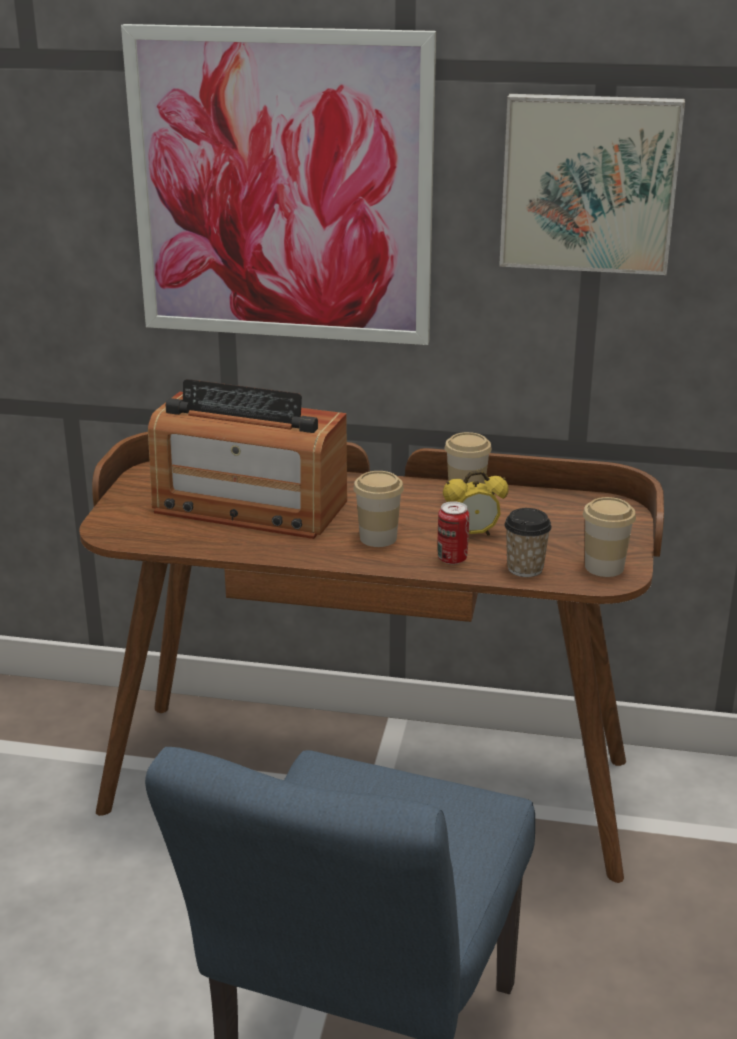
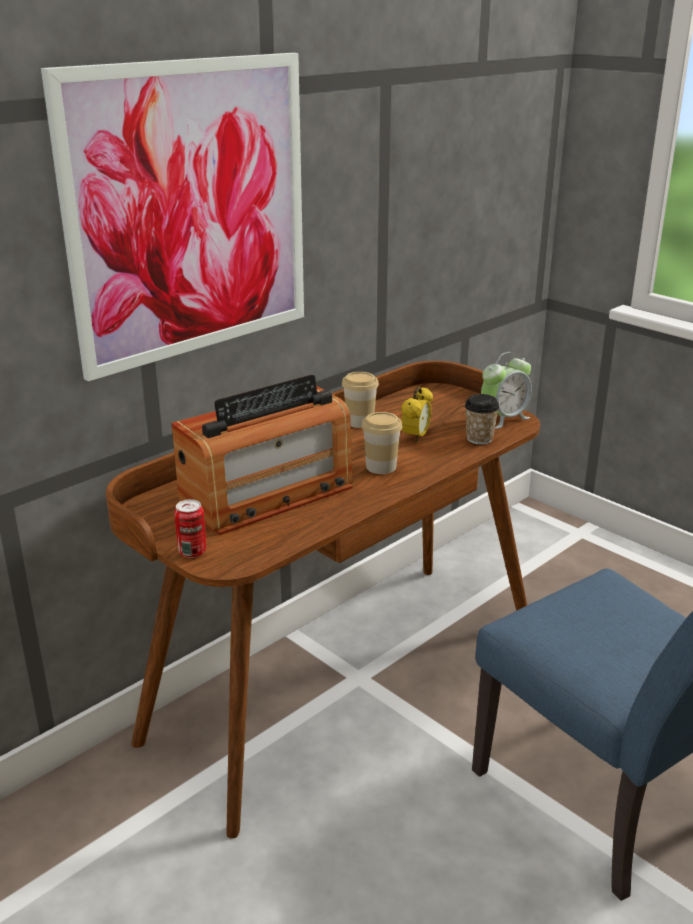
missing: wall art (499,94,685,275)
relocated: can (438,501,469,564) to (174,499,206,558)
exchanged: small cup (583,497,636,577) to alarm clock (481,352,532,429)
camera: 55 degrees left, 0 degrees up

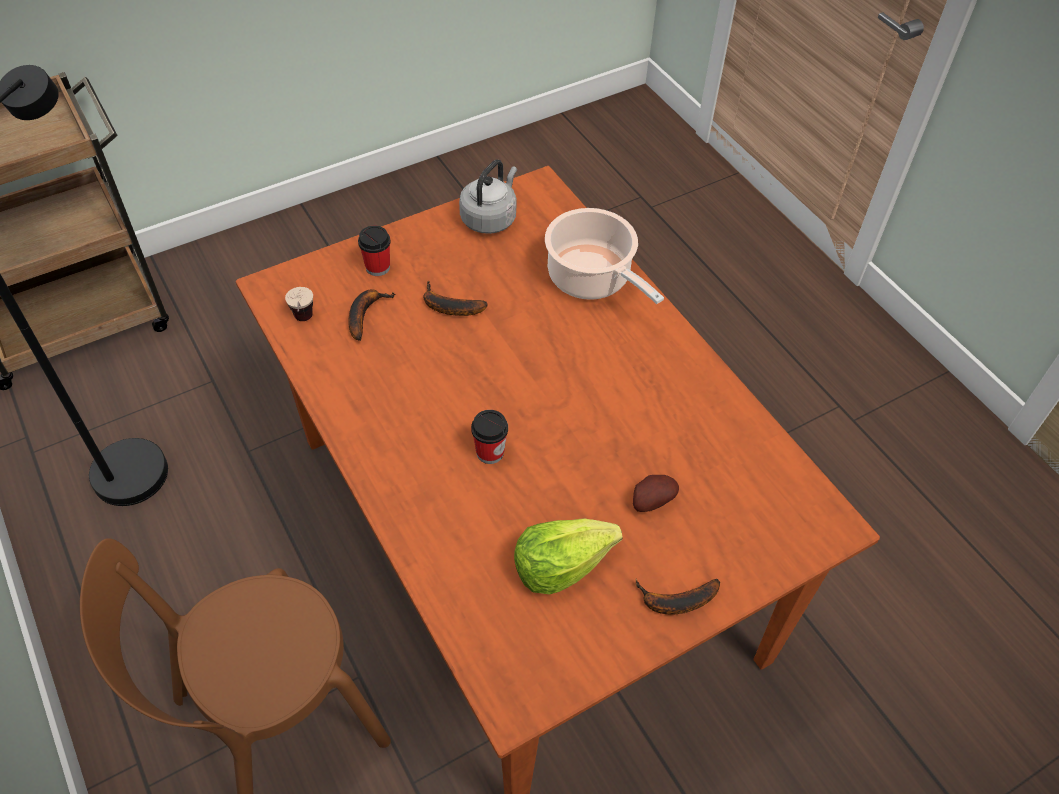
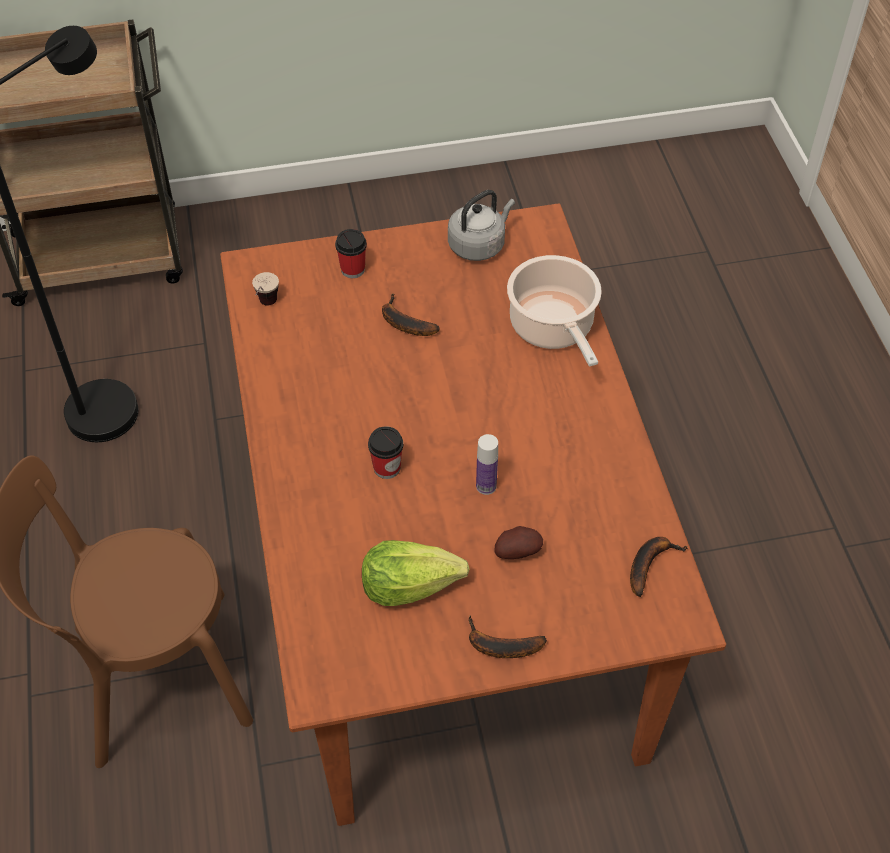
appeared: bottle (476,434,498,495)
relocated: whole banana (349,289,395,341) to (630,537,688,597)
camera: 20 degrees right, 0 degrees up

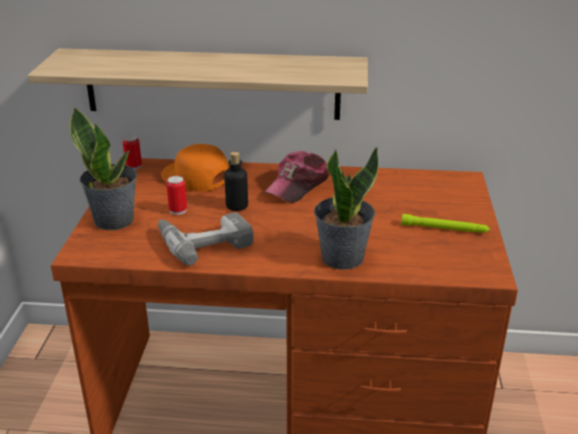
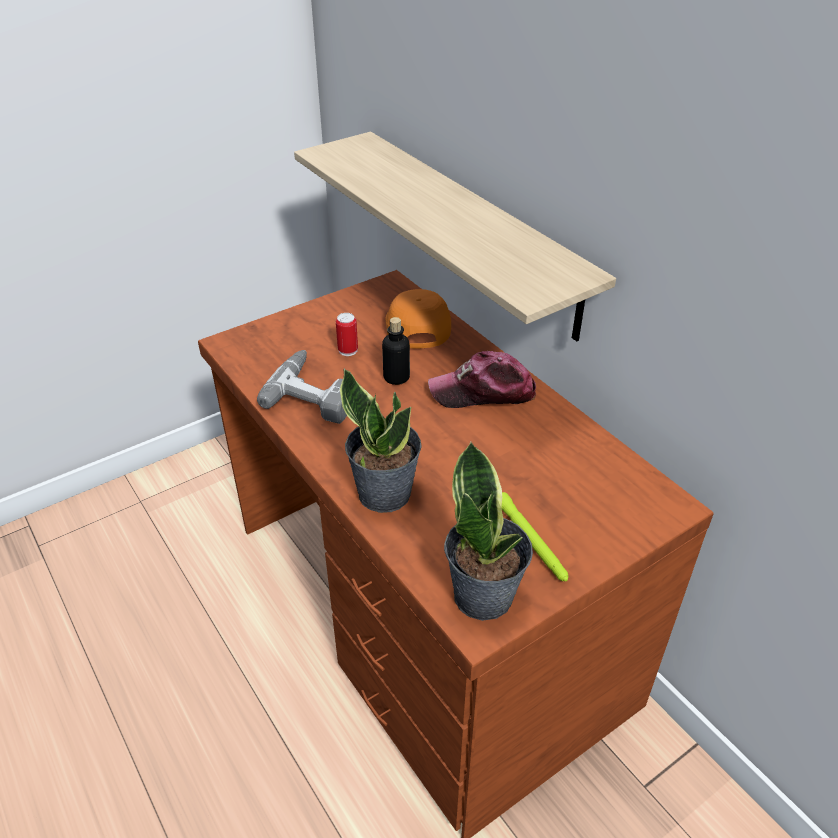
missing: can (122,135,142,170)
relocated: plant in a pot (70,107,137,230) to (444,441,533,621)
camera: 50 degrees right, 10 degrees up

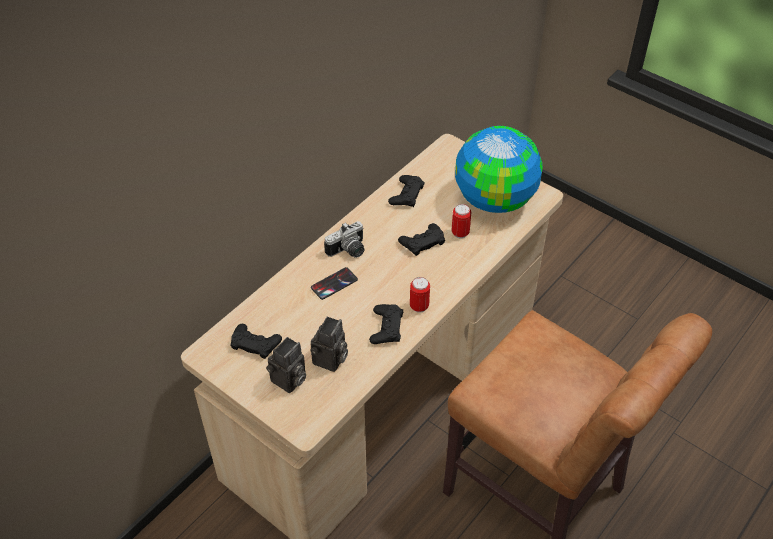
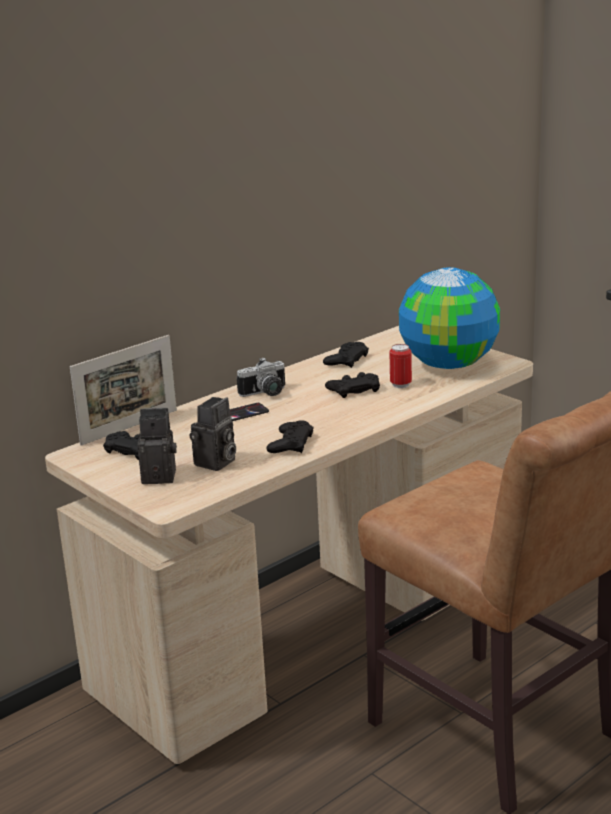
missing: can (410,277,430,313)
appeared: photo frame (70,335,177,446)
spun: photo camera (266,337,306,393) = (137,408,177,484) 135 degrees counterclockwise
camera: 10 degrees right, 25 degrees down

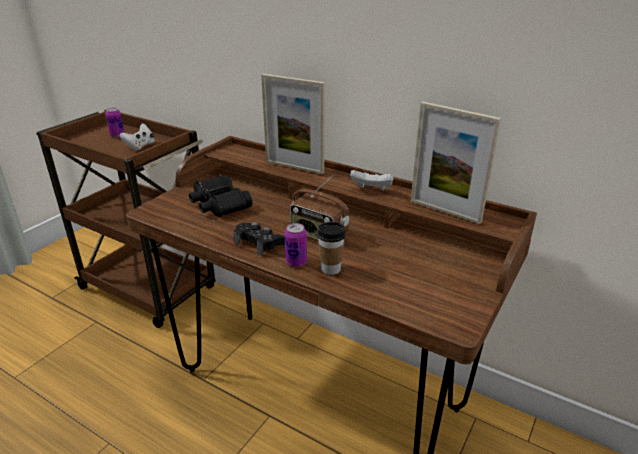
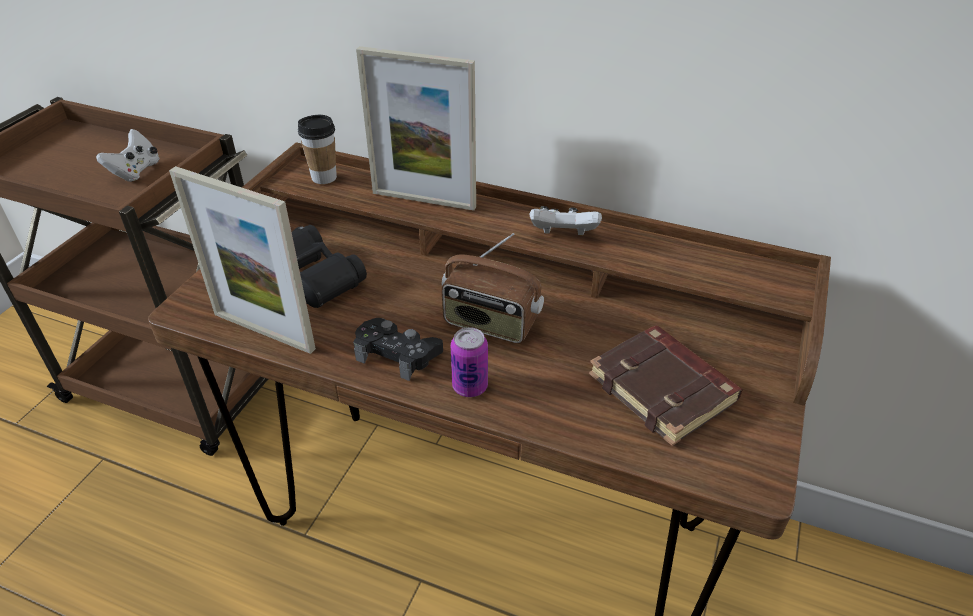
missing: can (105,108,125,138)
appeared: book (brown-coloured) (589,325,742,446)
relocated: photo frame (411,102,501,224) to (169,166,316,354); small cup (317,222,346,275) to (298,115,337,184)
camera: 10 degrees left, 10 degrees up

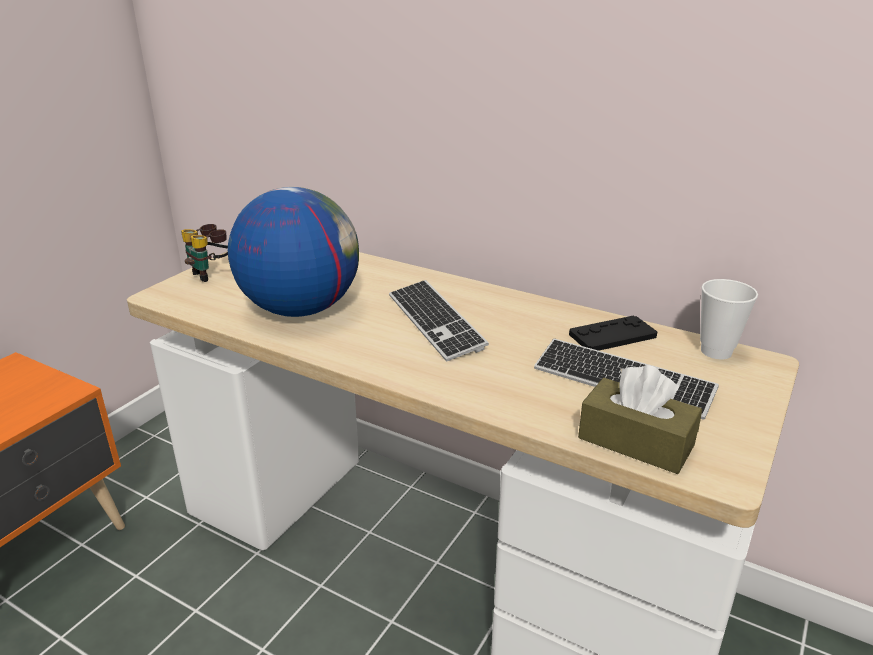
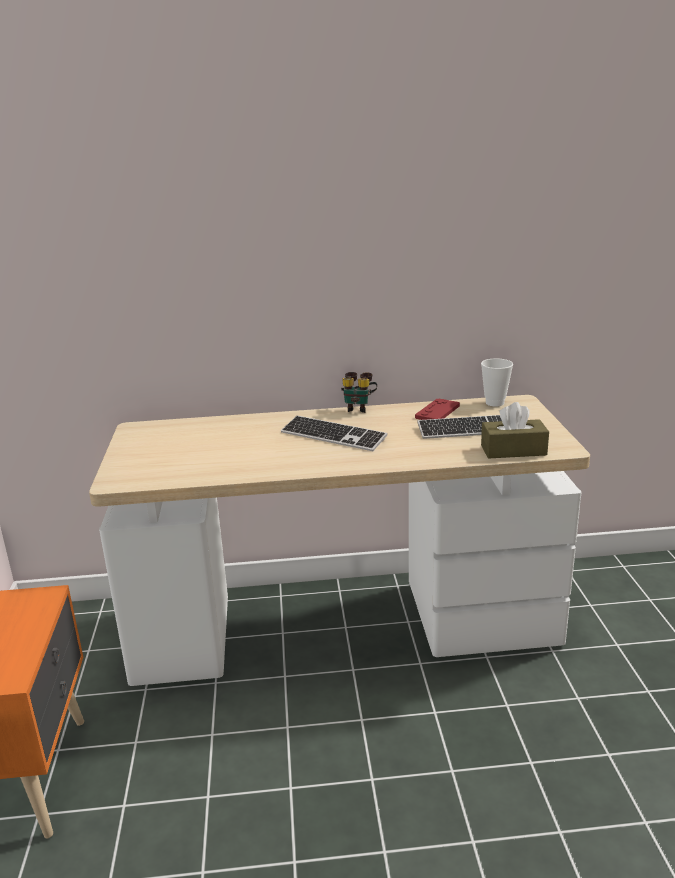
missing: world globe (228,187,359,317)
relocated: field glasses (181,224,228,282) to (341,372,377,413)
colour: game controller (black-coloured) (569,316,657,351) to game controller (reddish) (415,398,460,420)
camera: 35 degrees left, 5 degrees down

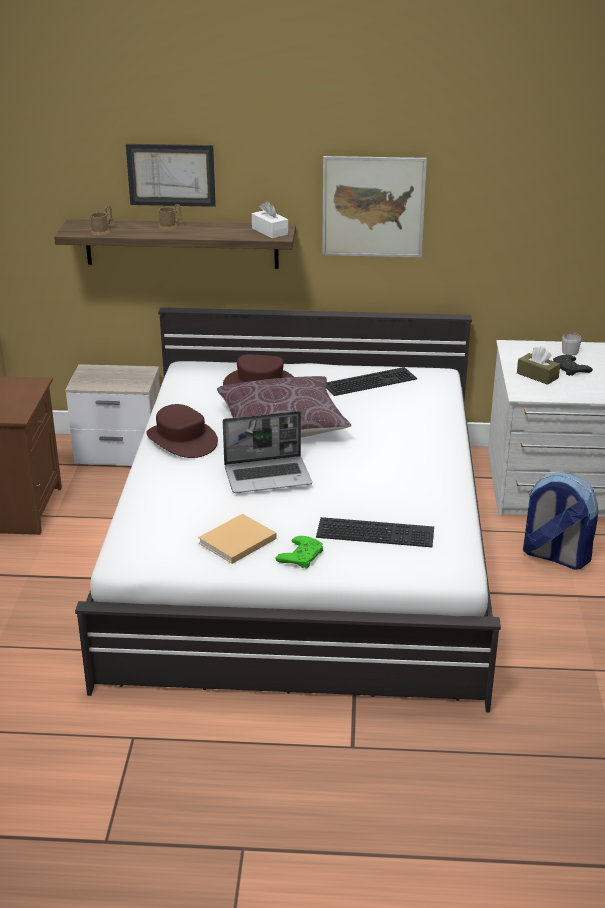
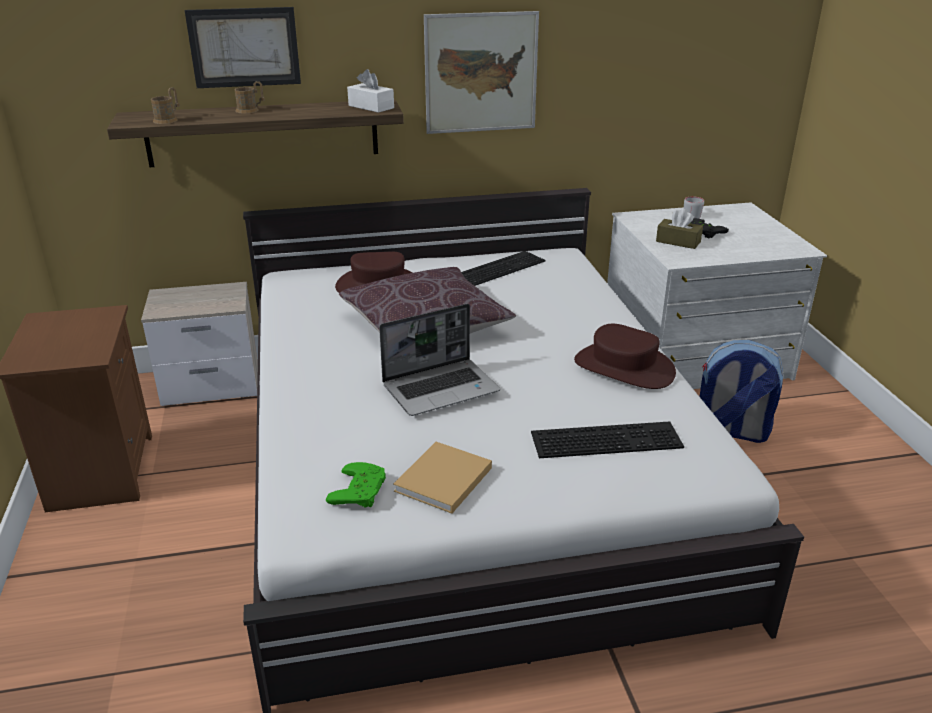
relocated: wearable hat (brown-coloured) (146,404,218,458) to (574,324,676,389); game controller (greenish) (275,536,323,569) to (326,462,386,508)
camera: 15 degrees left, 0 degrees up

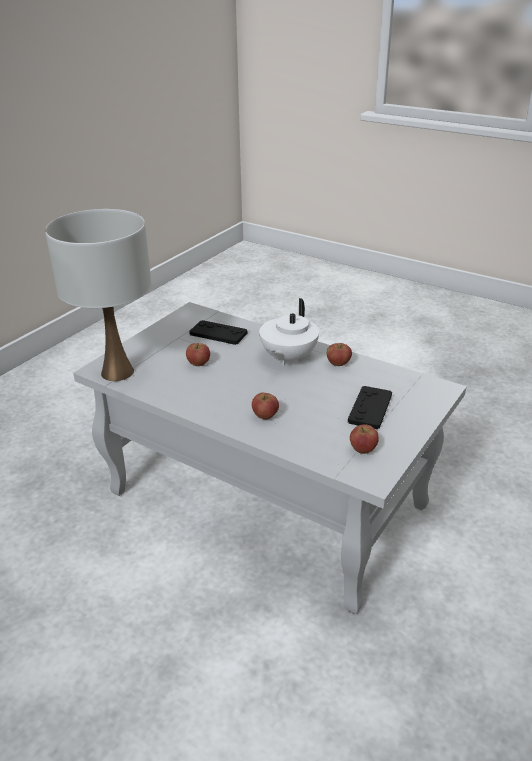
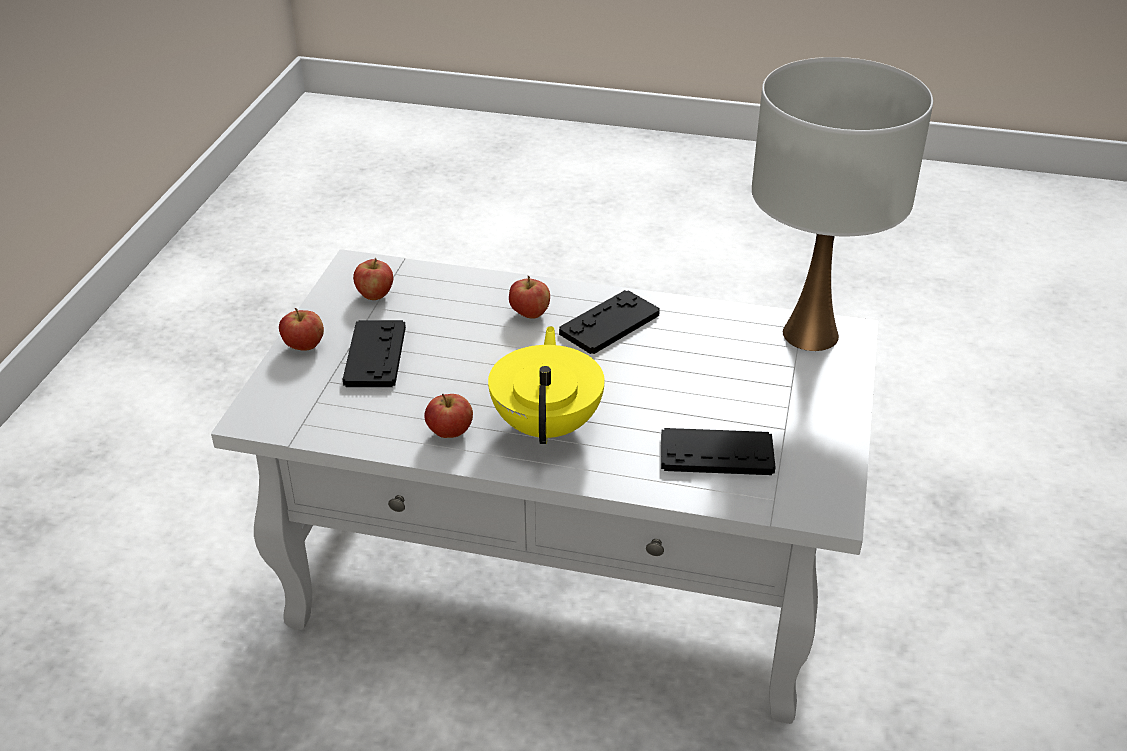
appeared: game controller (black-coloured) (559,290,660,354)
relocated: apple (186,343,210,366) to (279,308,324,351)
colour: pot for tea (white-coloured) (259,298,319,366) to pot for tea (yellow-coloured) (488,326,605,444)
camera: 160 degrees right, 5 degrees up

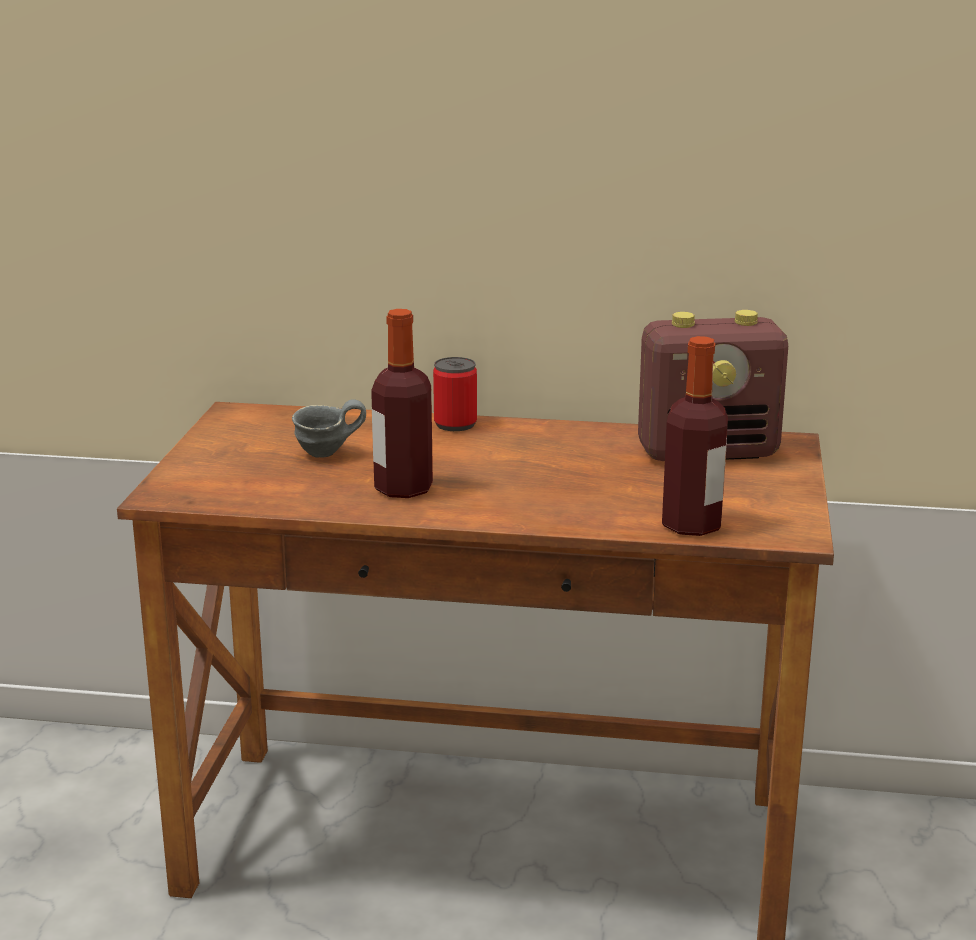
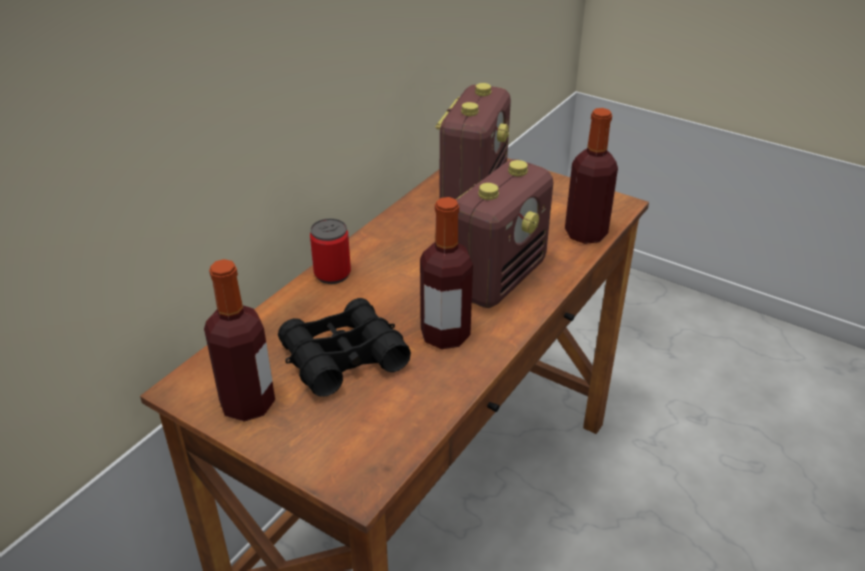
appeared: radio set (456,159,553,308); bottle (204,259,275,422)
exchanged: coffee mug (grey) (292,399,366,458) to field glasses (black-coloured) (278,298,411,397)
camera: 65 degrees left, 15 degrees up

